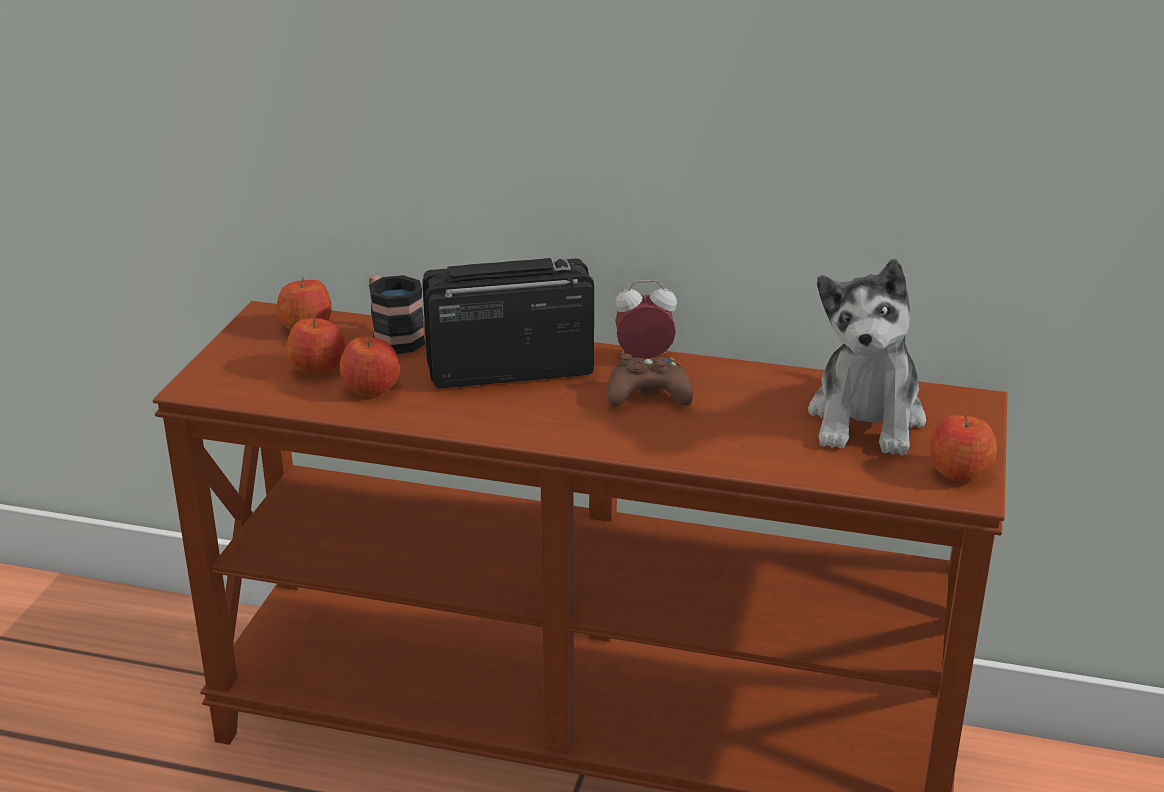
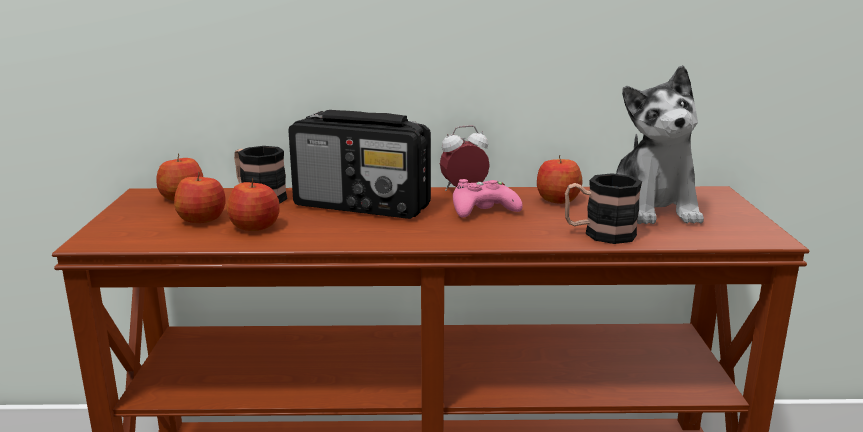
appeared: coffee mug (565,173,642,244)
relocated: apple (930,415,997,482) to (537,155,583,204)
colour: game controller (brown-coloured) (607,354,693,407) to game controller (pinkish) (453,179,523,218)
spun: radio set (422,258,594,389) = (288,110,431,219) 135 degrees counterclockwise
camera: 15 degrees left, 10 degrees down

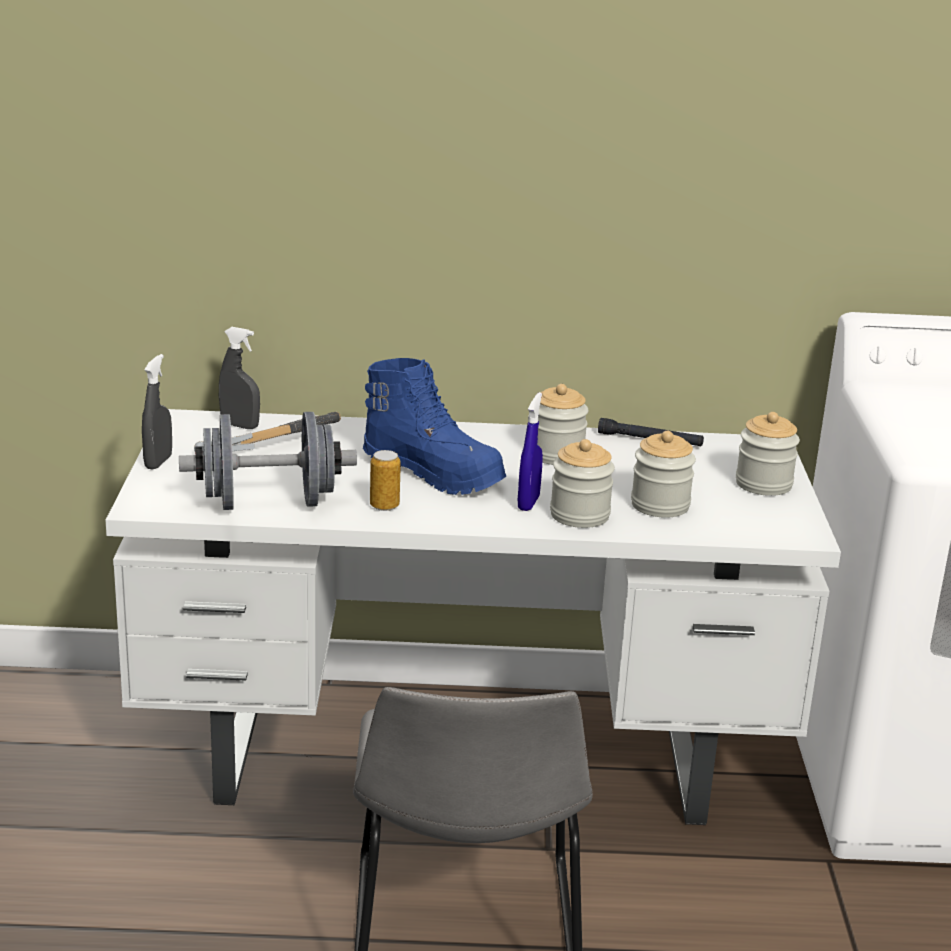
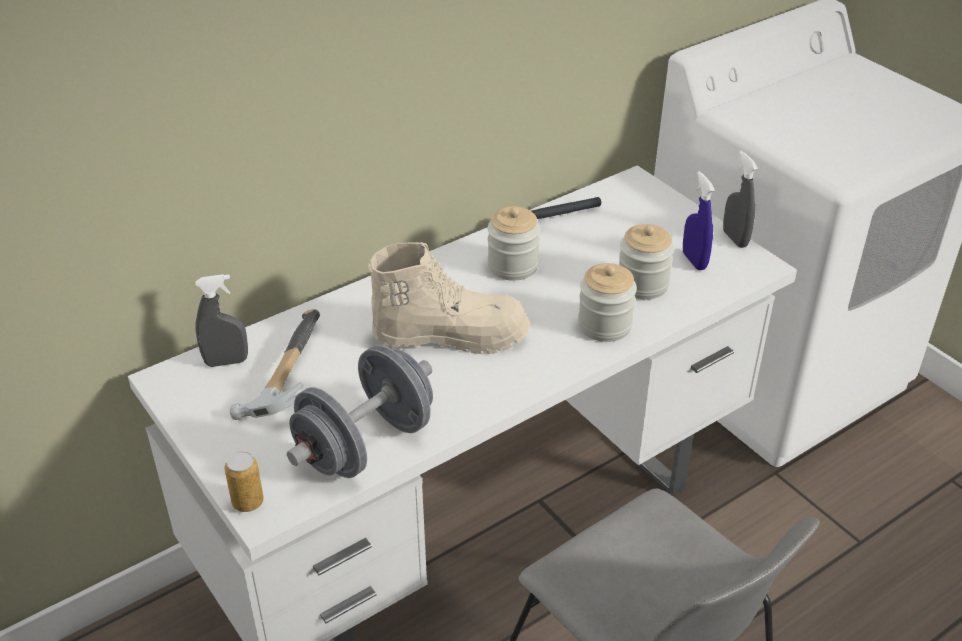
missing: jar (736,412,800,496)
relocated: spray bottle (grey) (142,354,172,470) to (723,151,758,248); spray bottle (blue-coloured) (518,392,543,511) to (683,171,715,270); can (370,450,401,511) to (225,452,264,512)
colour: boot (blue-coloured) (363,358,506,495) to boot (beige) (368,242,530,354)
camera: 35 degrees left, 15 degrees up

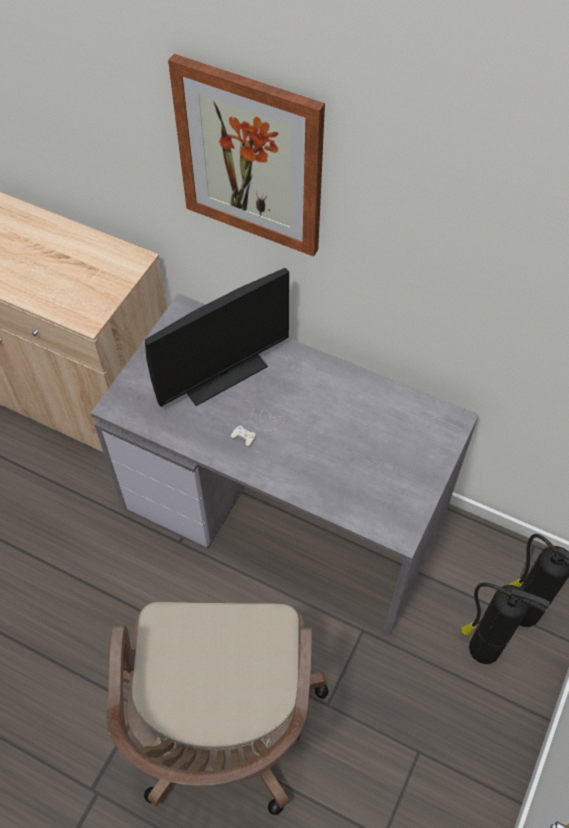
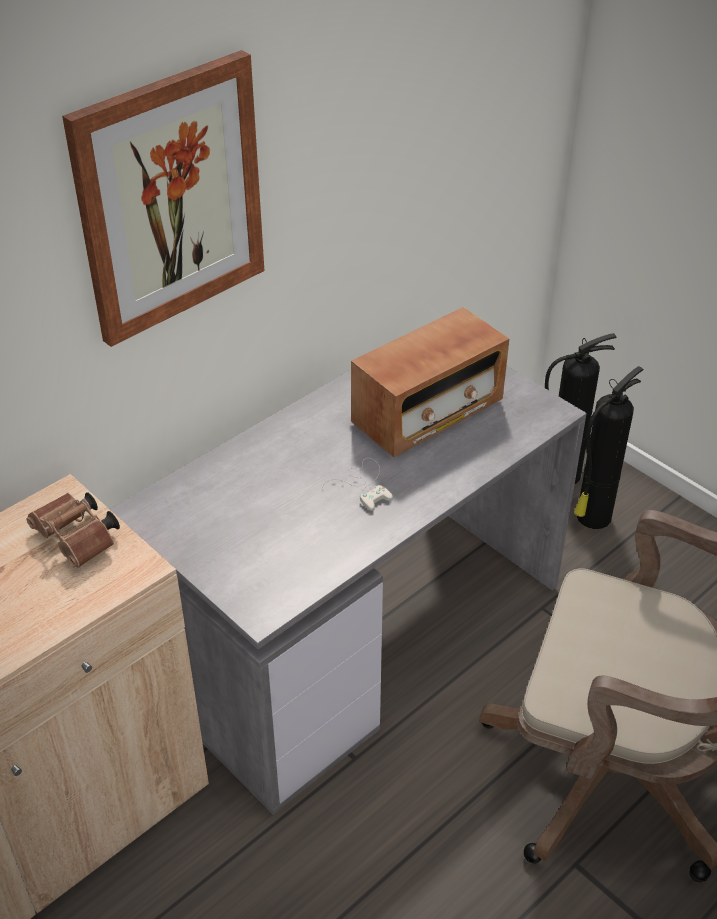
missing: computer display (145,268,289,407)
appeared: radio set (351,307,509,457); field glasses (brown-coloured) (27,492,120,568)
camera: 70 degrees left, 15 degrees down

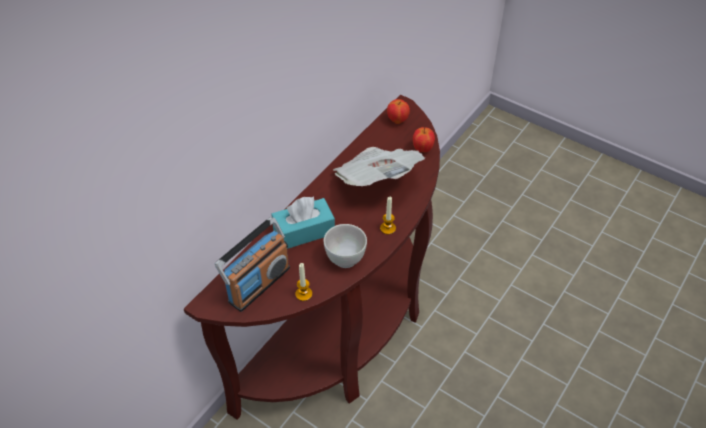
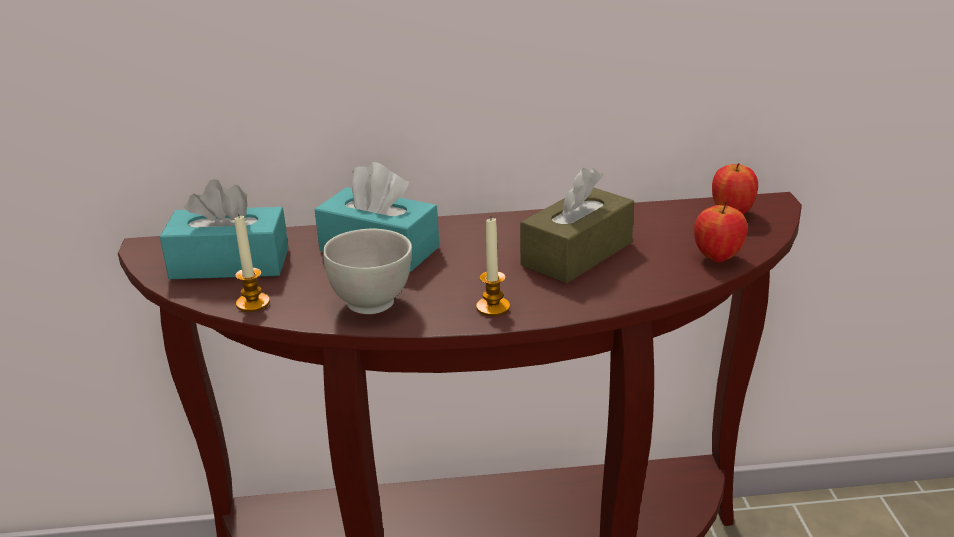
exchanged: daily paper (333,147,425,186) to tissue box (brown-coloured) (520,168,634,284); radio set (215,217,290,312) to tissue box (turquoise) (160,179,288,279)
camera: 50 degrees right, 20 degrees down

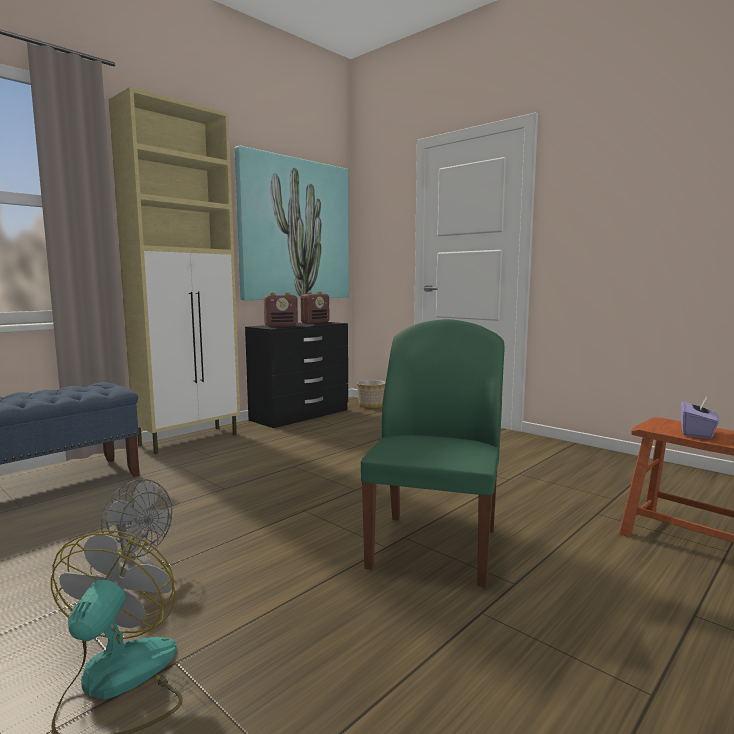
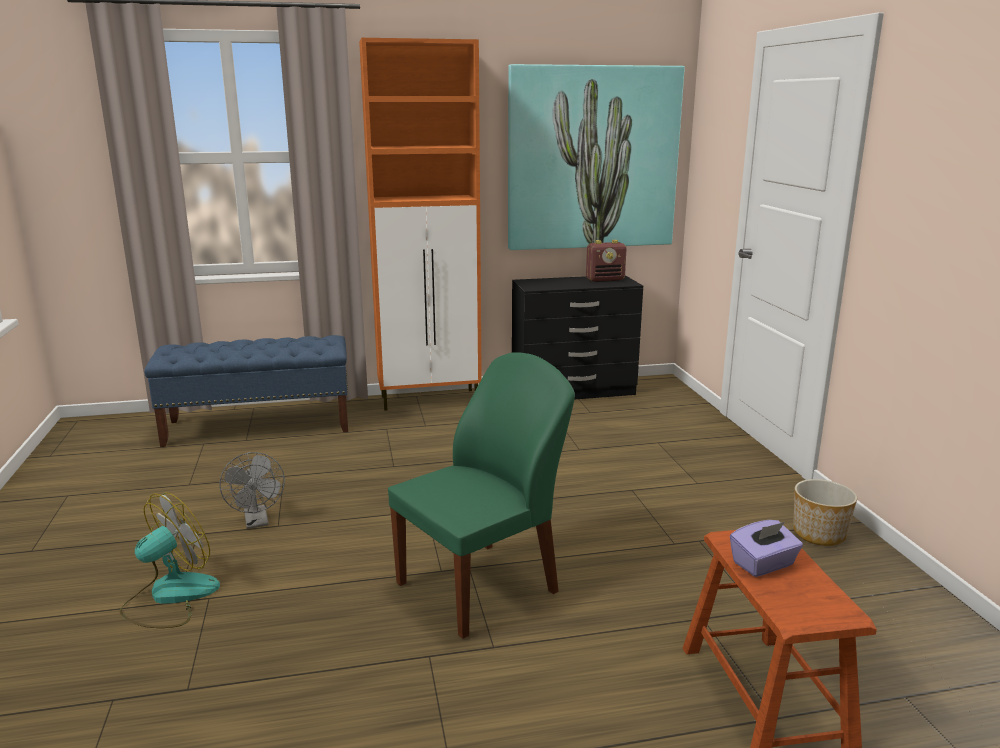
missing: radio set (264,292,298,327)
relocated: plant pot (357,380,386,409) to (793,479,857,546)
colour: cupboard (beige) (109,87,240,454) to cupboard (orange) (359,38,482,411)
camera: 35 degrees right, 10 degrees up

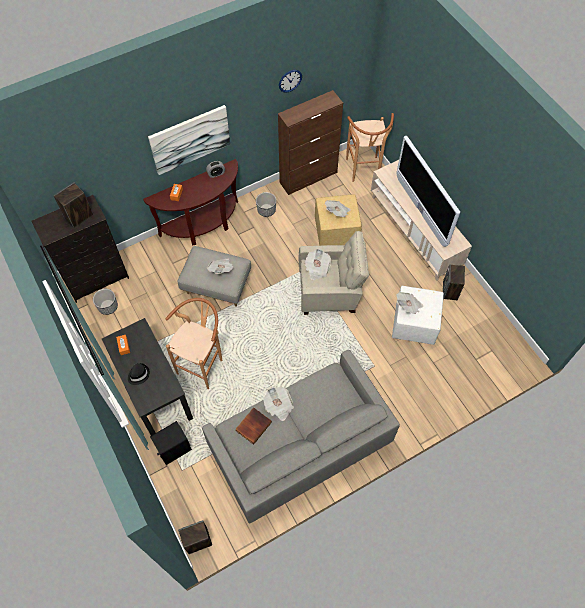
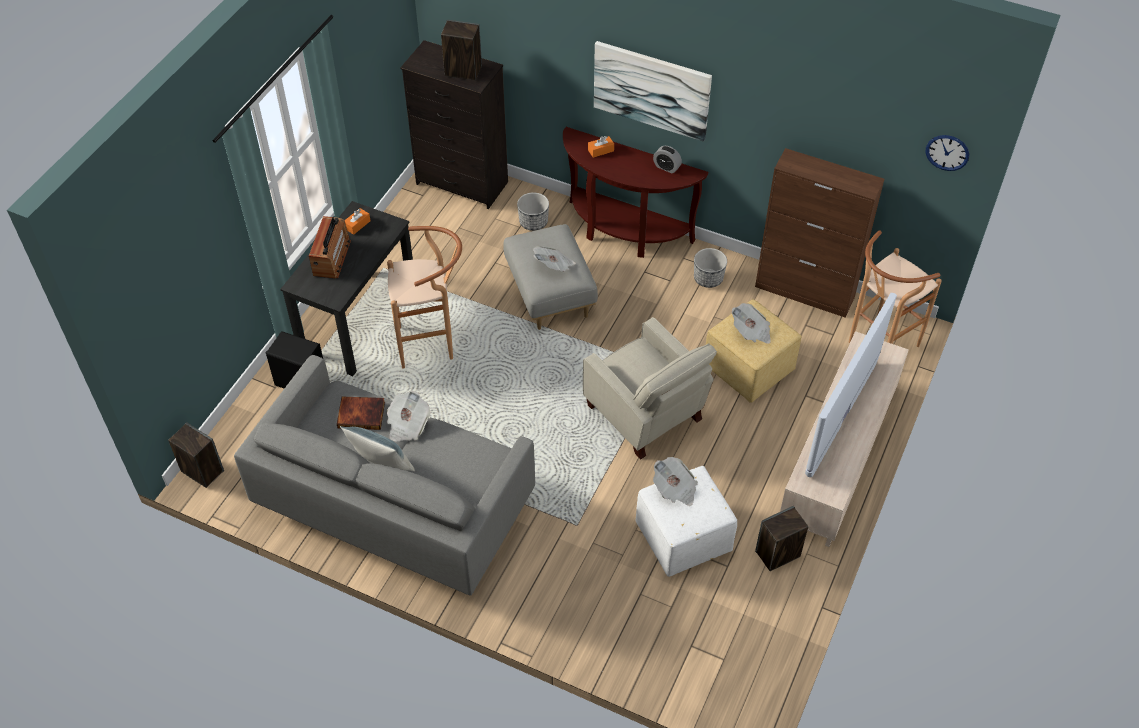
missing: daily paper (305,249,331,280)
appeared: throw pillow (340,426,415,471)
relocated: clock on the wall (279,70,302,92) to (925,135,969,171); plant pot (93,289,118,315) to (517,193,549,231)
exchanged: wearable hat (black-coloured) (128,363,150,385) to radio set (309,216,351,279)
camera: 55 degrees right, 10 degrees down

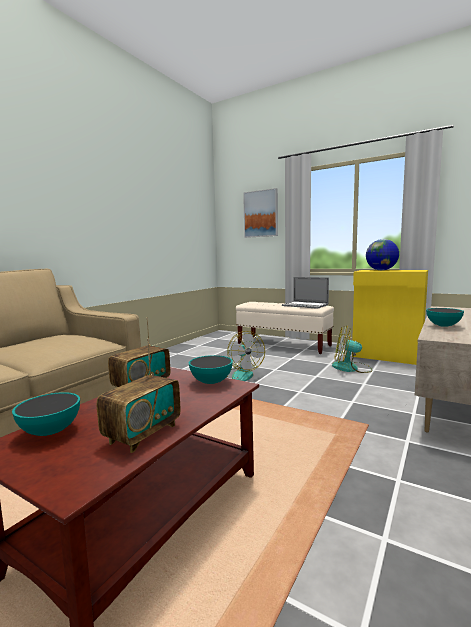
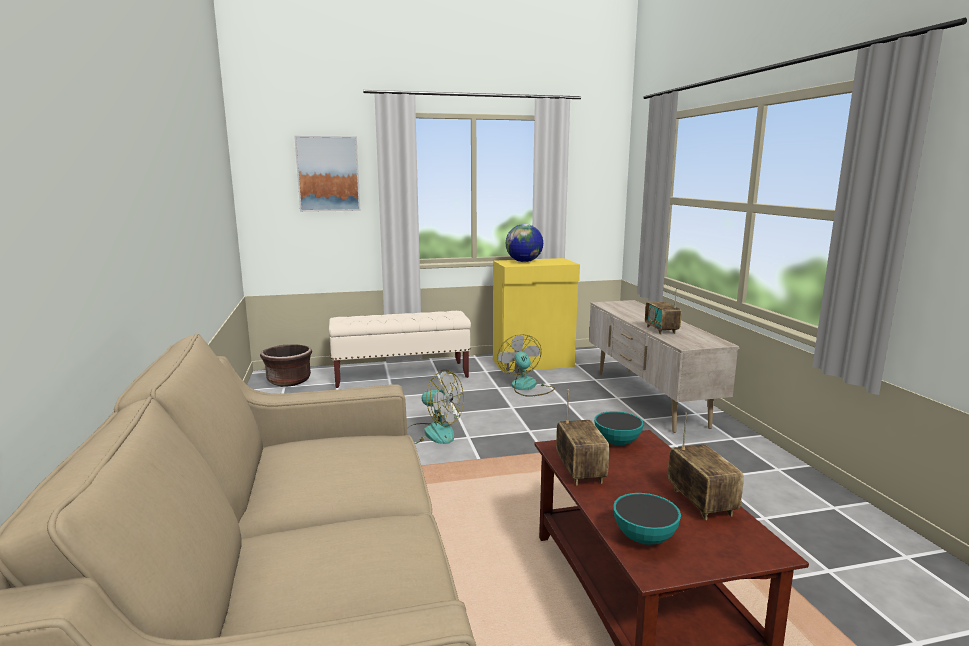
missing: laptop (282,277,329,309)
appeared: plant pot (brown-coloured) (260,344,312,387)
exchanged: serving bowl (426,308,464,327) to radio set (645,286,682,335)
spun: fan (332,326,373,373) = (497,334,555,397) 105 degrees clockwise
camera: 45 degrees left, 5 degrees up

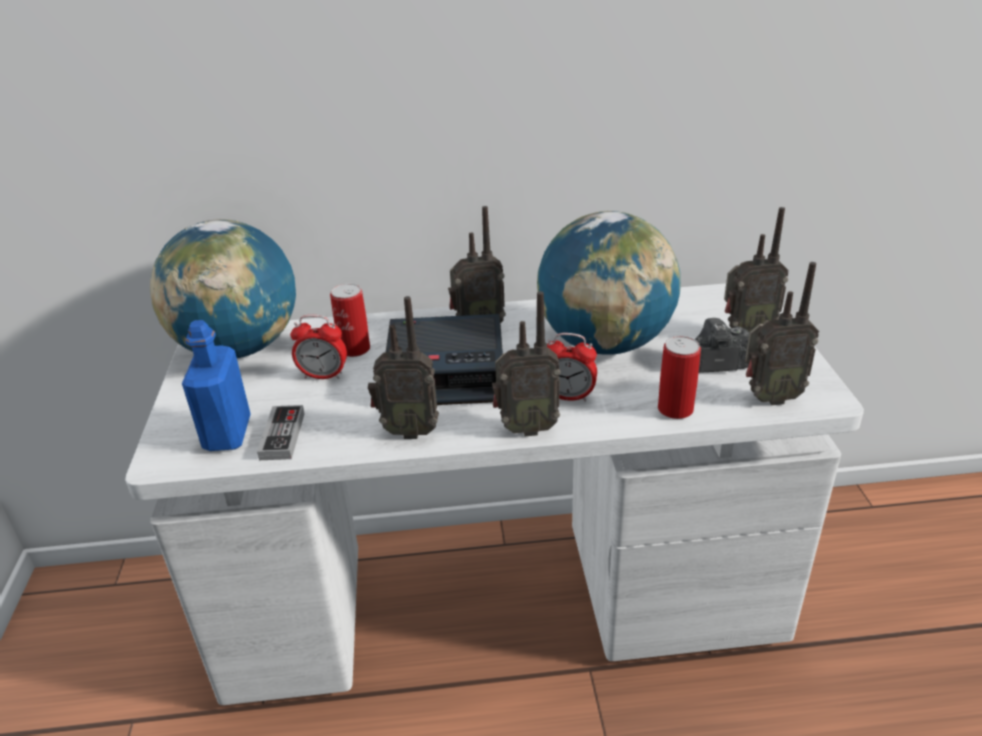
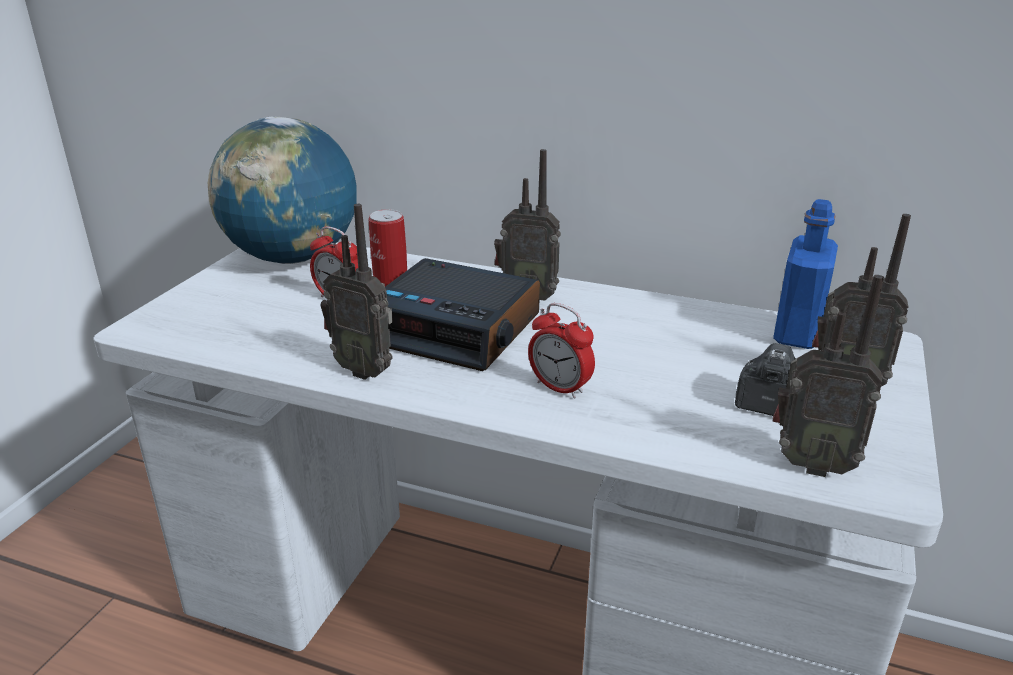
missing: world globe (537,211,681,355); radio set (492,291,561,436); can (658,336,701,419); game controller (257,405,305,460)
relocated: bottle (blue-coloured) (182,320,251,451) to (773,199,838,349)
camera: 25 degrees right, 5 degrees down

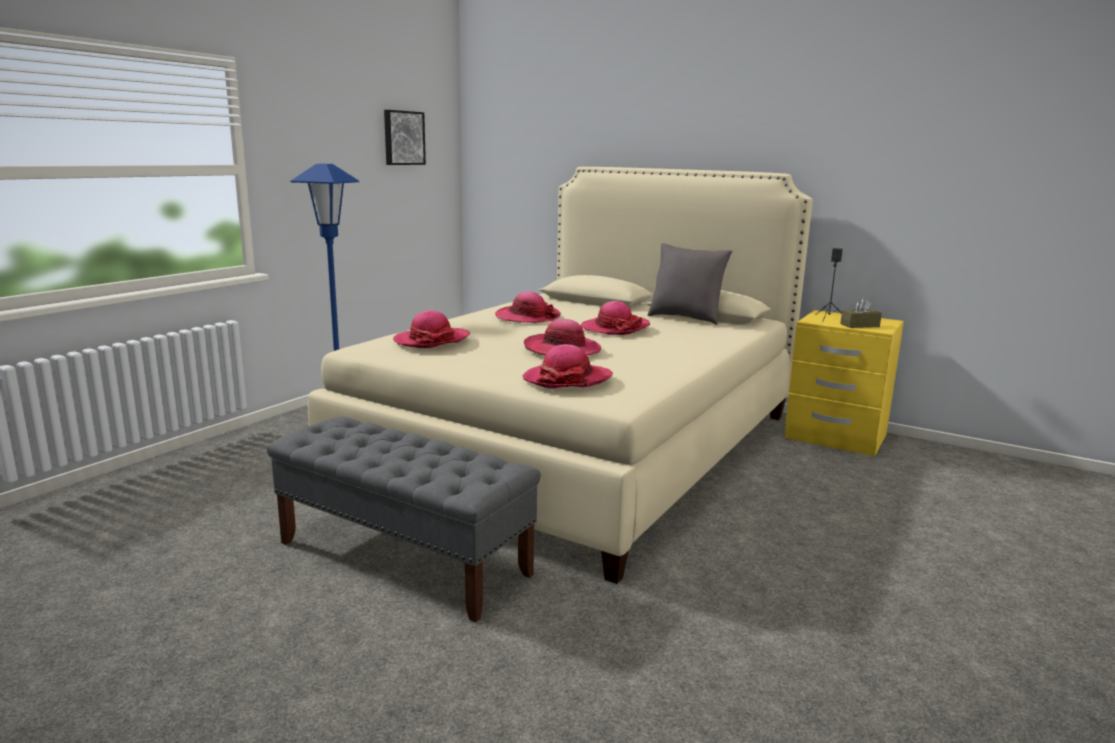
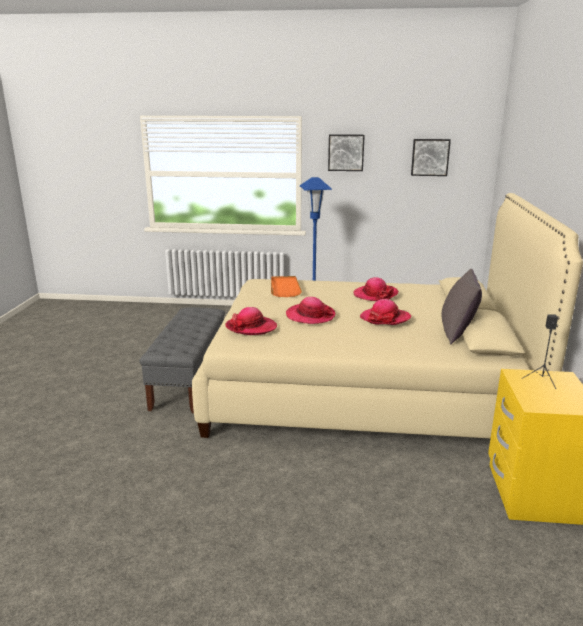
missing: tissue box (brown-coloured) (840,298,882,328)
appeared: wall art (328,134,365,171)
exchanged: wearable hat (393,310,470,348) to tray (orange) (271,276,302,297)
camera: 65 degrees right, 5 degrees up

